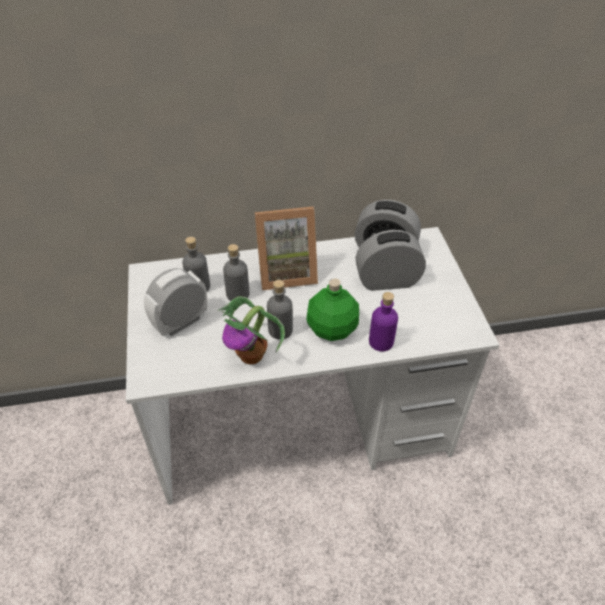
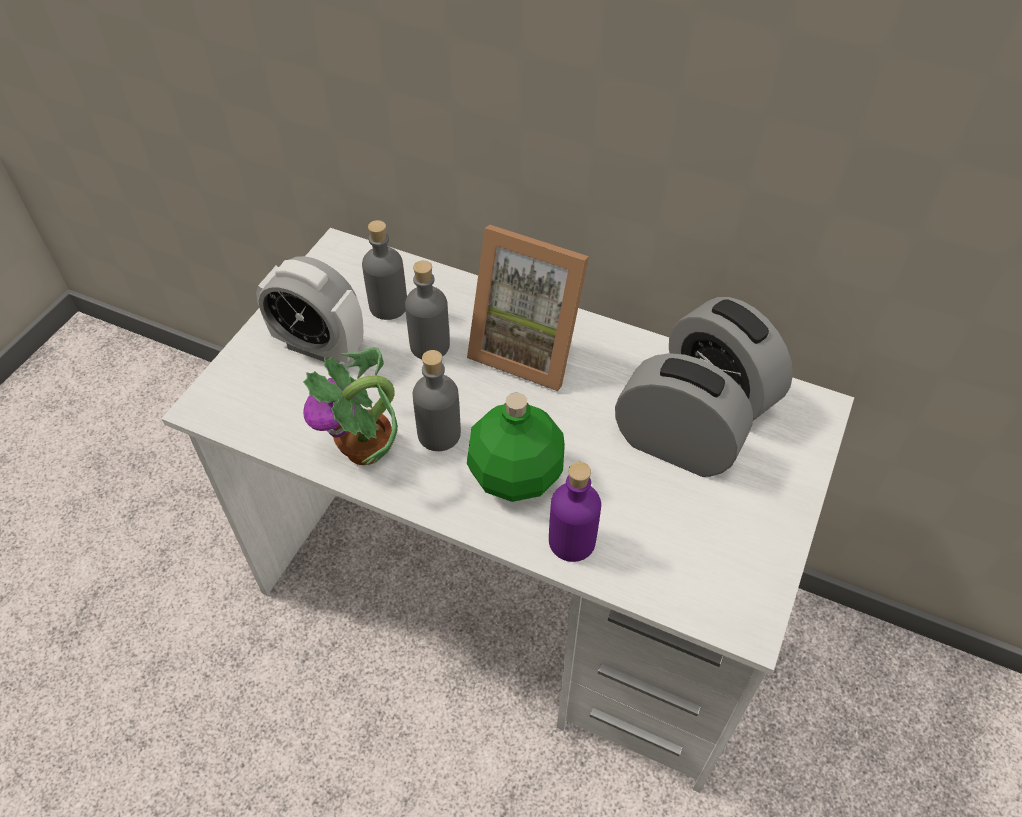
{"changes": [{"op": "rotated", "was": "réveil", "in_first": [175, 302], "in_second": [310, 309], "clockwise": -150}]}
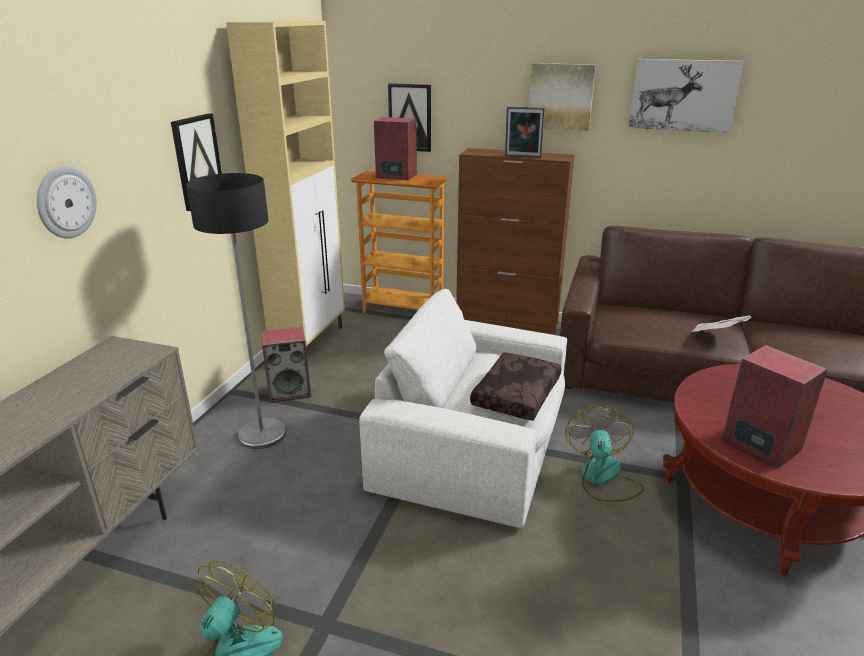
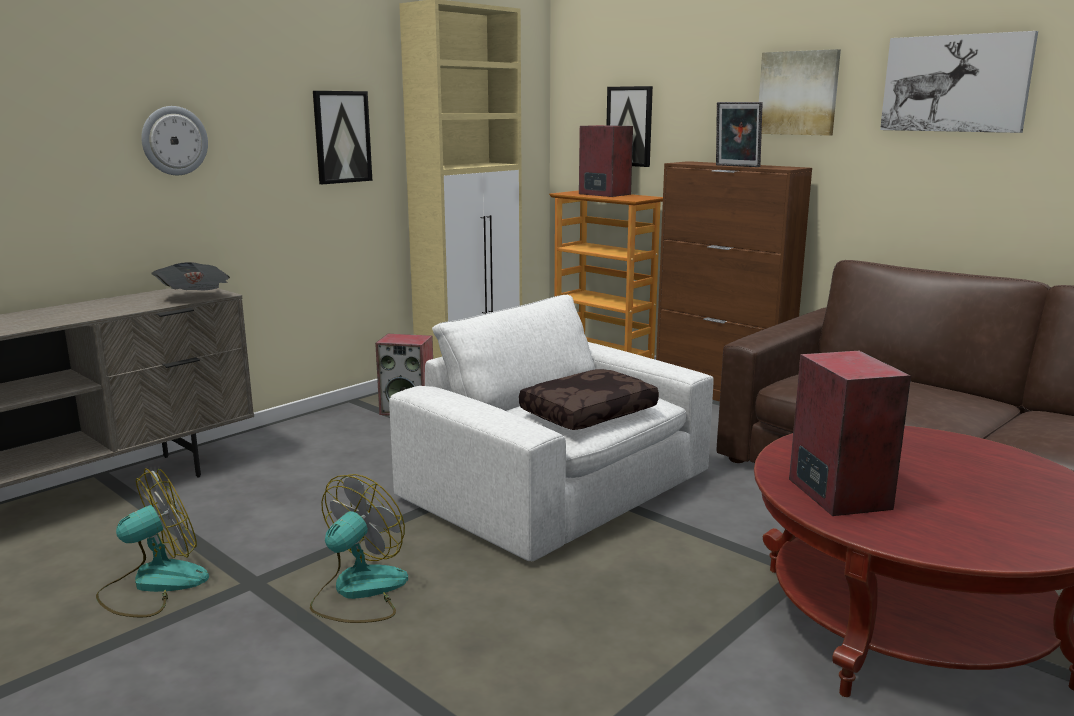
{"changes": [{"op": "shifted", "was": "journal", "in_first": [721, 323], "in_second": [190, 276]}, {"op": "shifted", "was": "ventilateur", "in_first": [604, 453], "in_second": [359, 548]}, {"op": "gone", "was": "lampadaire", "in_first": [236, 311]}]}
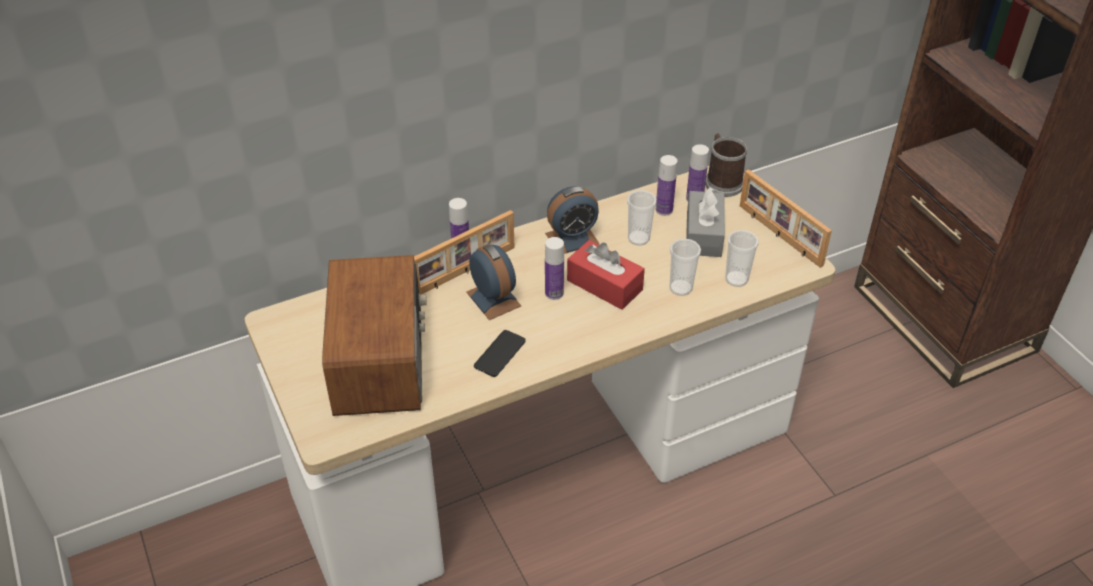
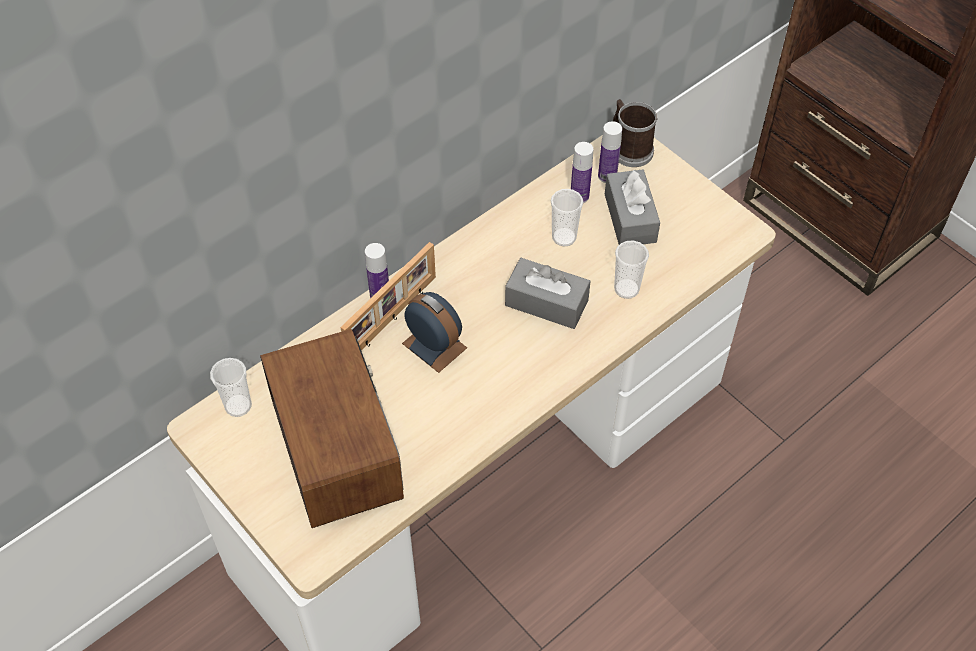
{"changes": [{"op": "shifted", "was": "tasse", "in_first": [742, 258], "in_second": [231, 387]}, {"op": "repainted", "was": "boîte à mouchoirs [rouge]", "now": "boîte à mouchoirs [gris]", "in_first": [606, 275], "in_second": [548, 293]}, {"op": "gone", "was": "téléphone", "in_first": [500, 353]}, {"op": "gone", "was": "réveil", "in_first": [572, 220]}, {"op": "gone", "was": "bouteille", "in_first": [554, 268]}, {"op": "gone", "was": "cadre photo", "in_first": [786, 218]}]}
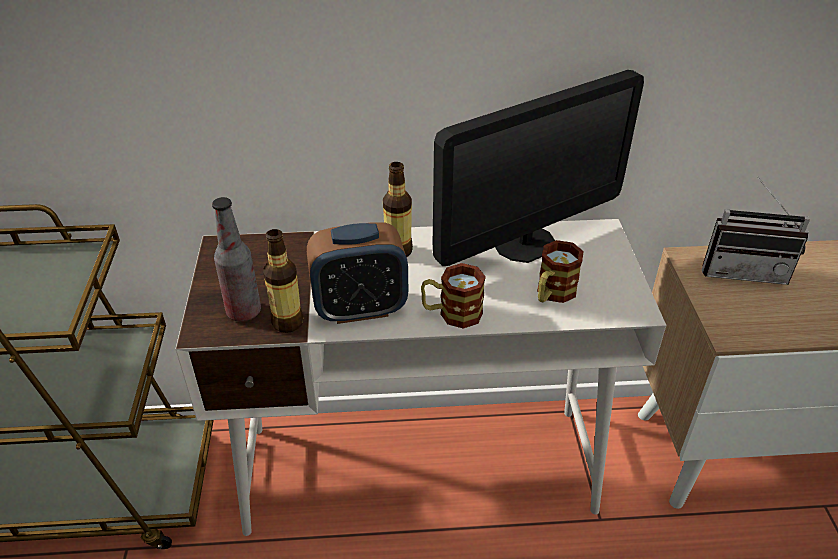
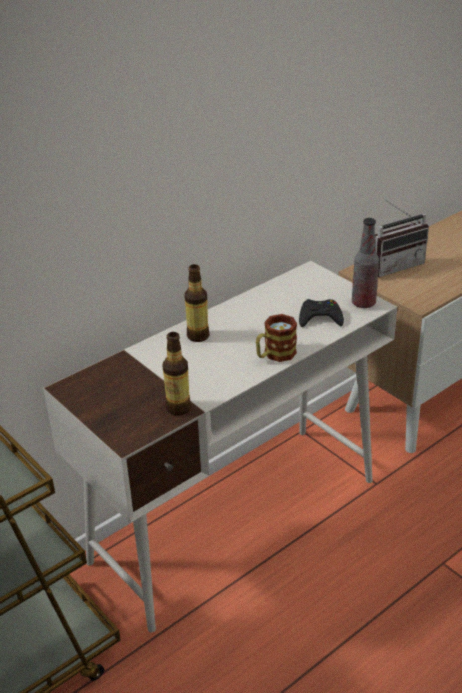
{"changes": [{"op": "swapped", "was": "mug", "now": "manette [noir]", "in_first": [560, 271], "in_second": [321, 313]}, {"op": "shifted", "was": "bouteille", "in_first": [236, 259], "in_second": [365, 263]}, {"op": "gone", "was": "réveil", "in_first": [357, 273]}, {"op": "gone", "was": "écran d'ordinateur", "in_first": [538, 168]}]}
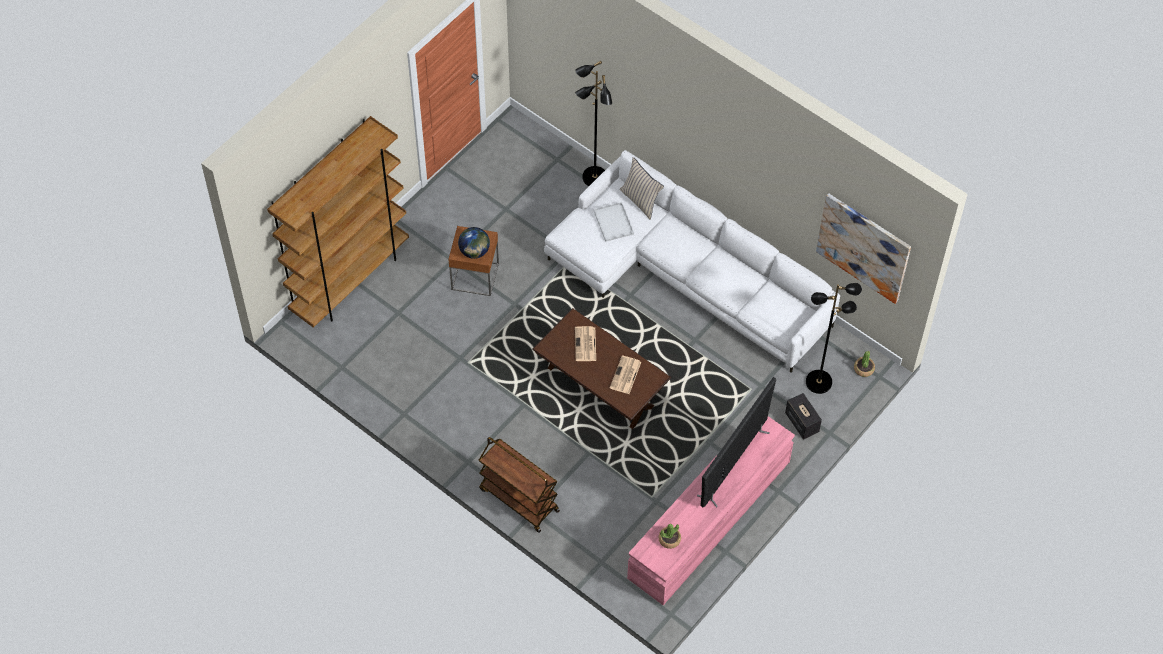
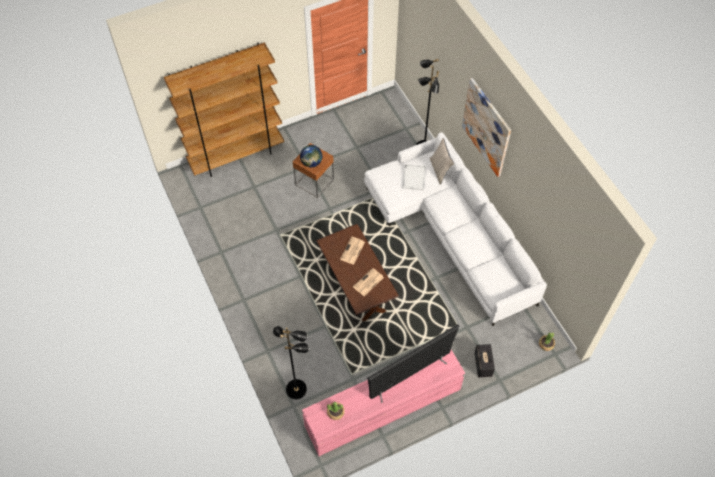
{"changes": [{"op": "shifted", "was": "lampadaire [noir]", "in_first": [834, 338], "in_second": [291, 362]}, {"op": "shifted", "was": "tableau", "in_first": [863, 248], "in_second": [486, 127]}, {"op": "gone", "was": "chariot [marron]", "in_first": [519, 485]}]}
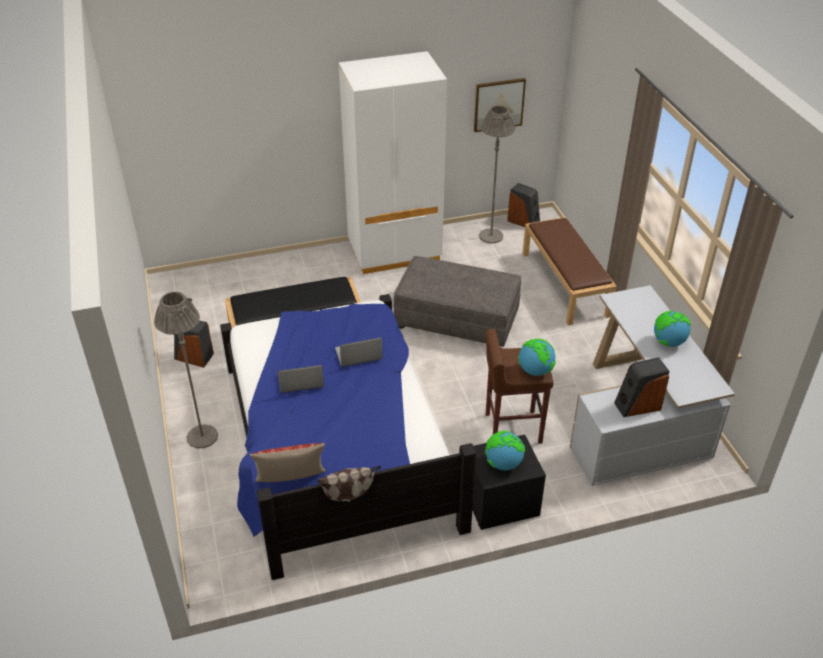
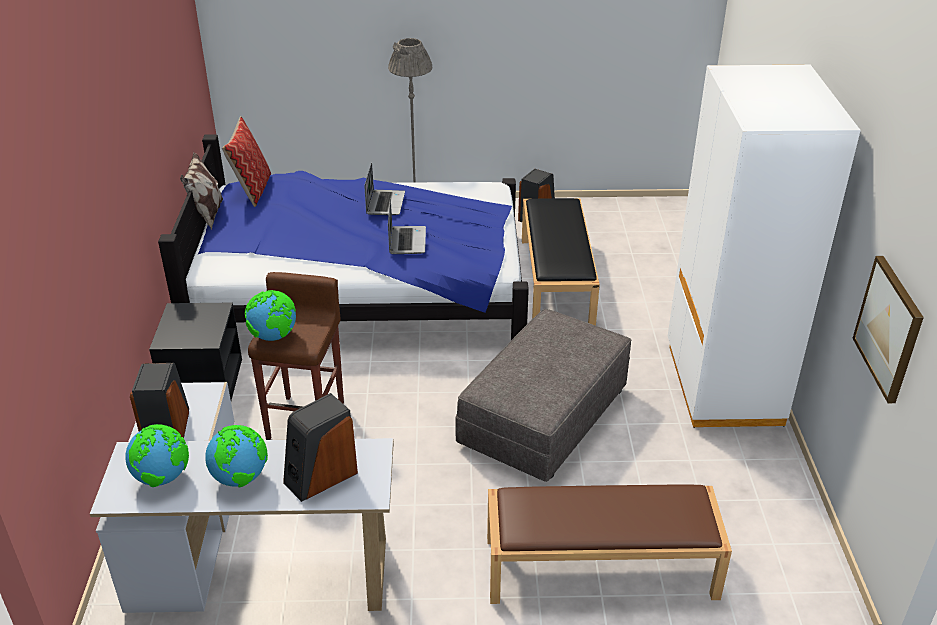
{"changes": [{"op": "shifted", "was": "globe", "in_first": [505, 450], "in_second": [157, 455]}, {"op": "shifted", "was": "enceinte", "in_first": [523, 205], "in_second": [320, 447]}, {"op": "gone", "was": "lampadaire [gris]", "in_first": [497, 174]}]}
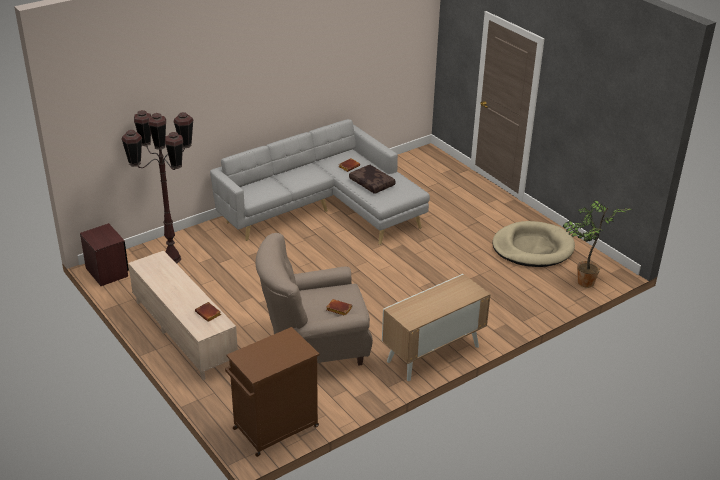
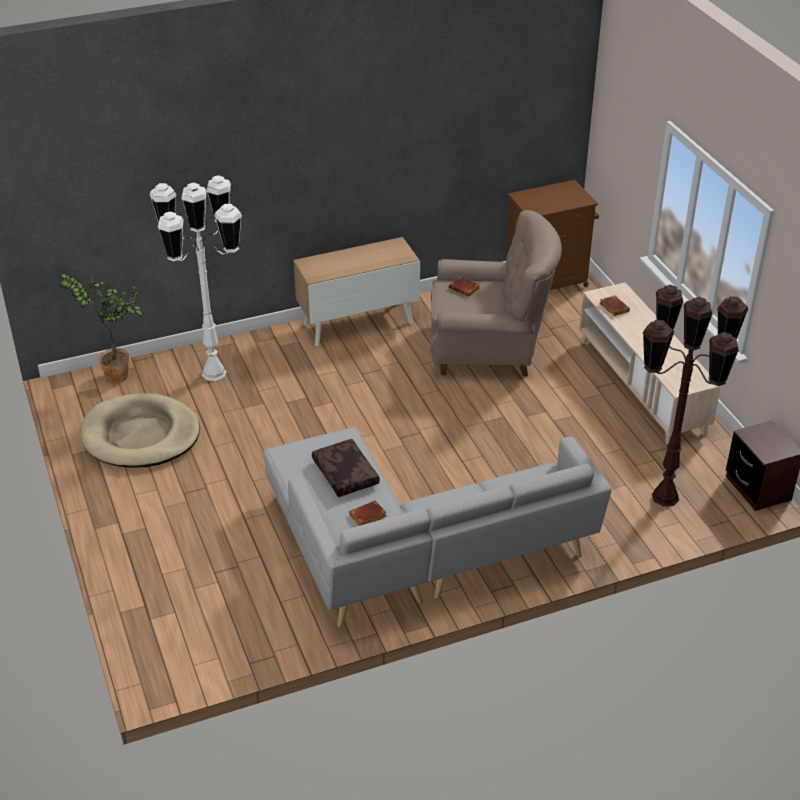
{"changes": [{"op": "new", "now": "lampadaire [blanc]", "in_second": [196, 278]}]}
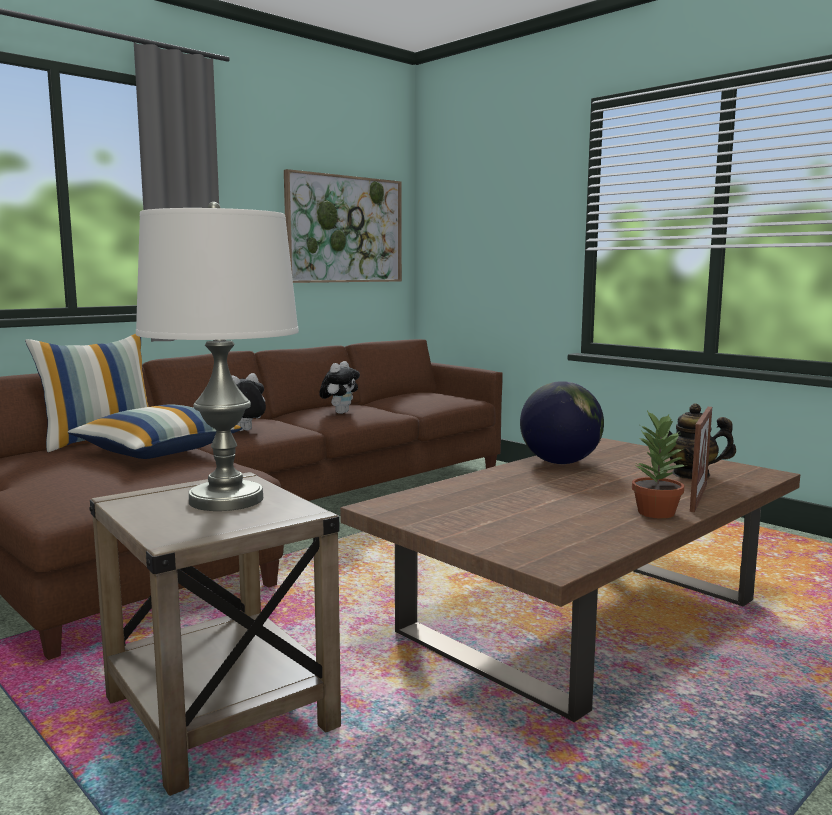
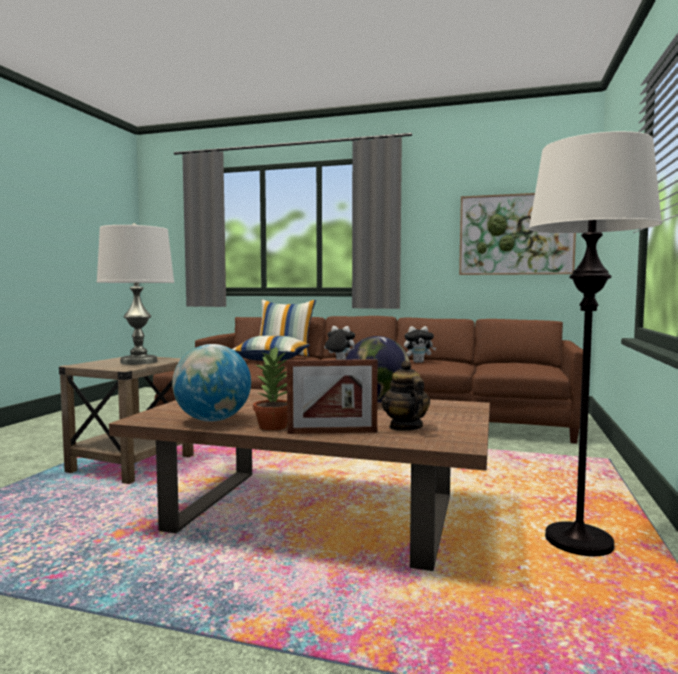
{"changes": [{"op": "new", "now": "globe", "in_second": [211, 383]}, {"op": "new", "now": "lampadaire [blanc]", "in_second": [595, 343]}]}
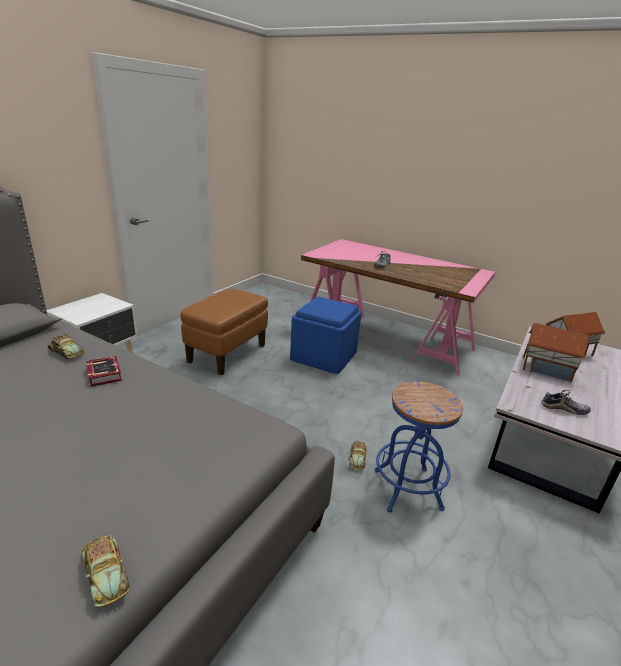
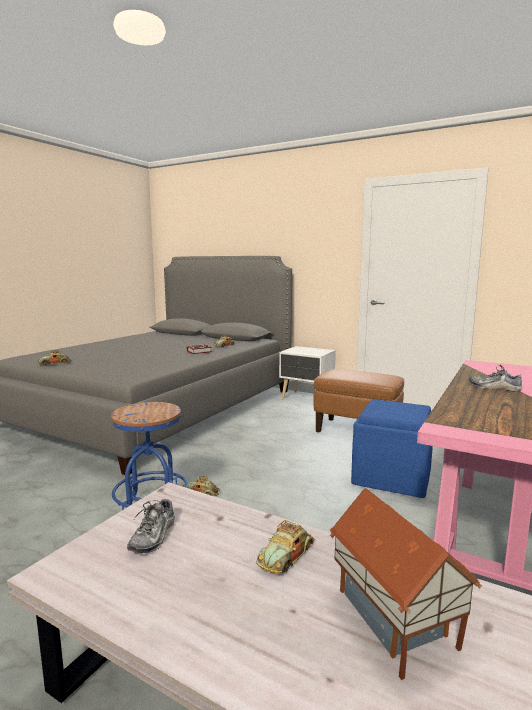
{"changes": [{"op": "swapped", "was": "maison miniature", "now": "petite voiture", "in_first": [556, 353], "in_second": [285, 547]}]}
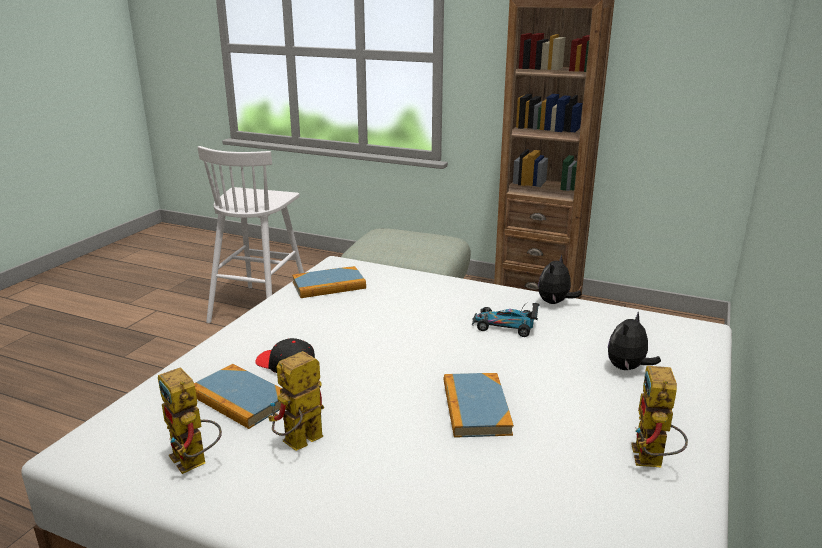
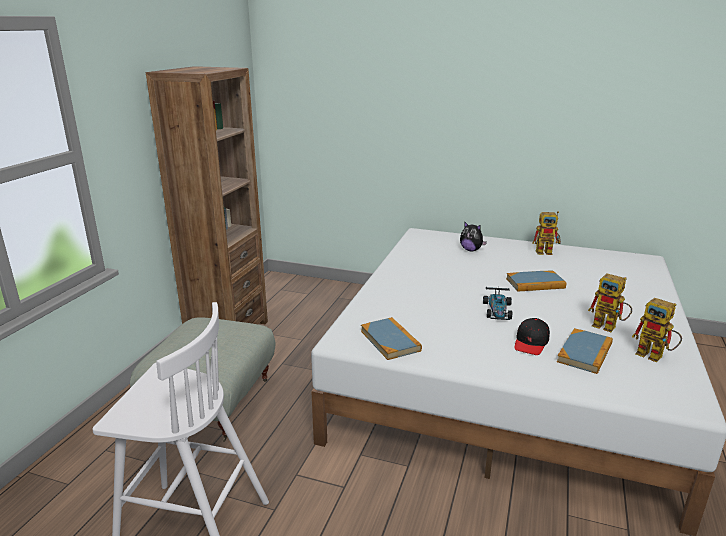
{"changes": [{"op": "shifted", "was": "petite voiture", "in_first": [505, 320], "in_second": [497, 303]}, {"op": "rotated", "was": "robot jouet", "in_first": [190, 420], "in_second": [657, 330], "clockwise": 90}, {"op": "gone", "was": "peluche", "in_first": [560, 279]}]}
